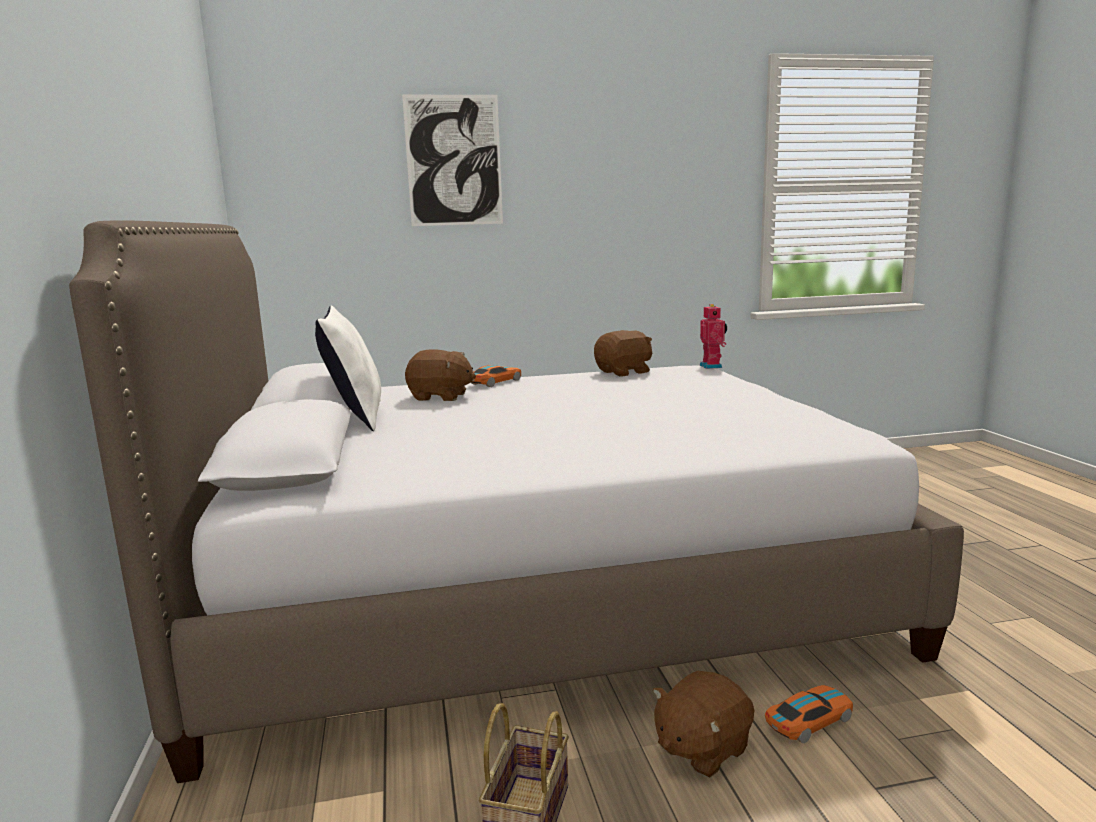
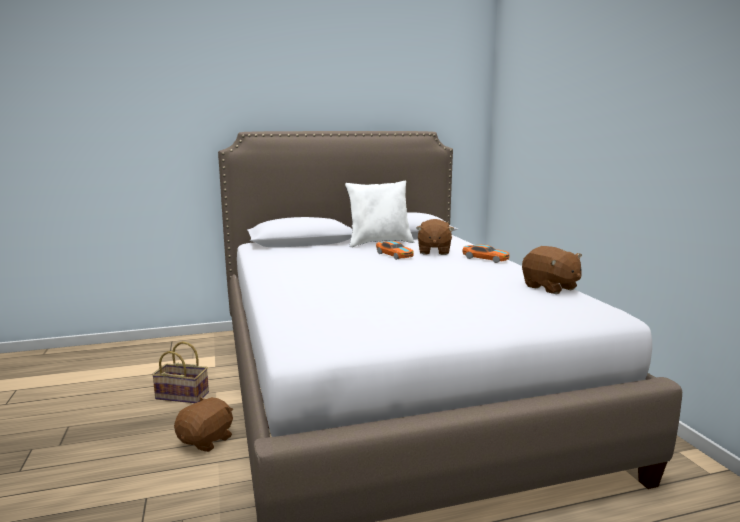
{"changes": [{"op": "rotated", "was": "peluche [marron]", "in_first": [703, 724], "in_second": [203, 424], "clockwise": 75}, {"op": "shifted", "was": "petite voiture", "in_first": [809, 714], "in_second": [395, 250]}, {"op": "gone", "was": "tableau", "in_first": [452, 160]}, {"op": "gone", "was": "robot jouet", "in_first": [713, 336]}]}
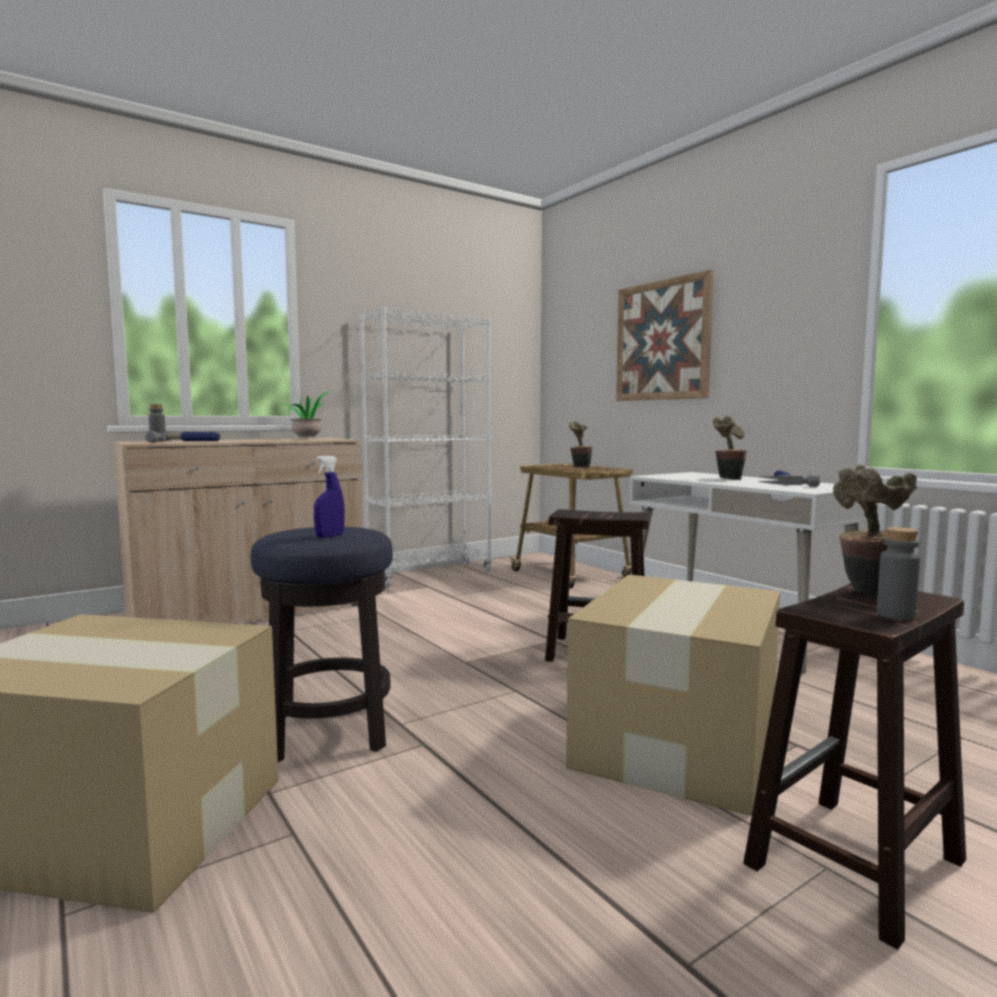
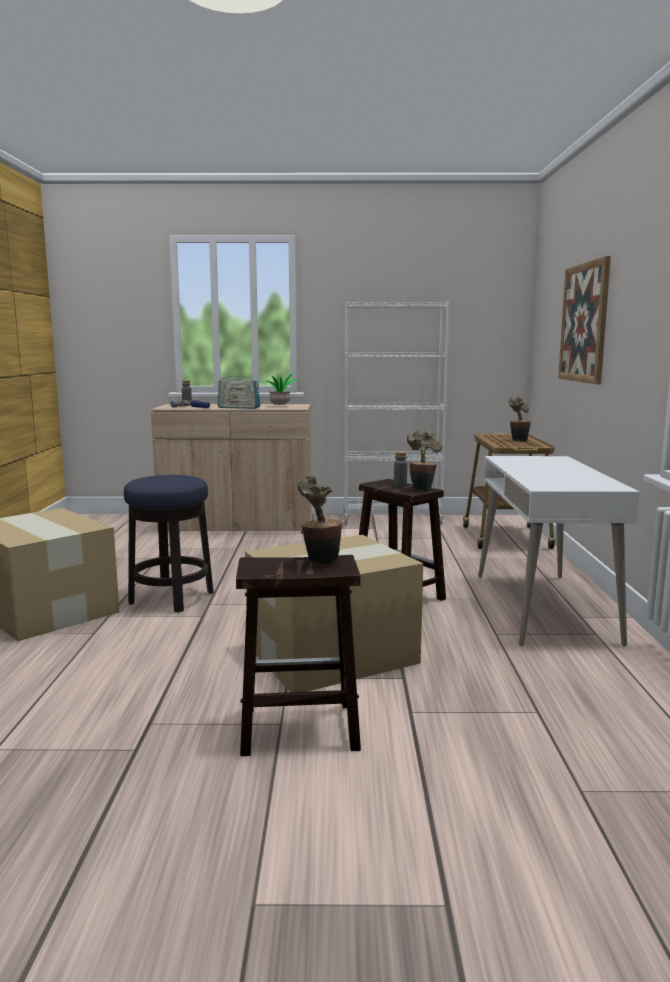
{"changes": [{"op": "new", "now": "radio", "in_second": [239, 390]}, {"op": "shifted", "was": "bouteille [gris]", "in_first": [898, 573], "in_second": [400, 469]}, {"op": "shifted", "was": "plante en pot", "in_first": [730, 448], "in_second": [425, 461]}, {"op": "gone", "was": "vaporisateur [bleu]", "in_first": [329, 497]}, {"op": "gone", "was": "marteau", "in_first": [789, 478]}]}
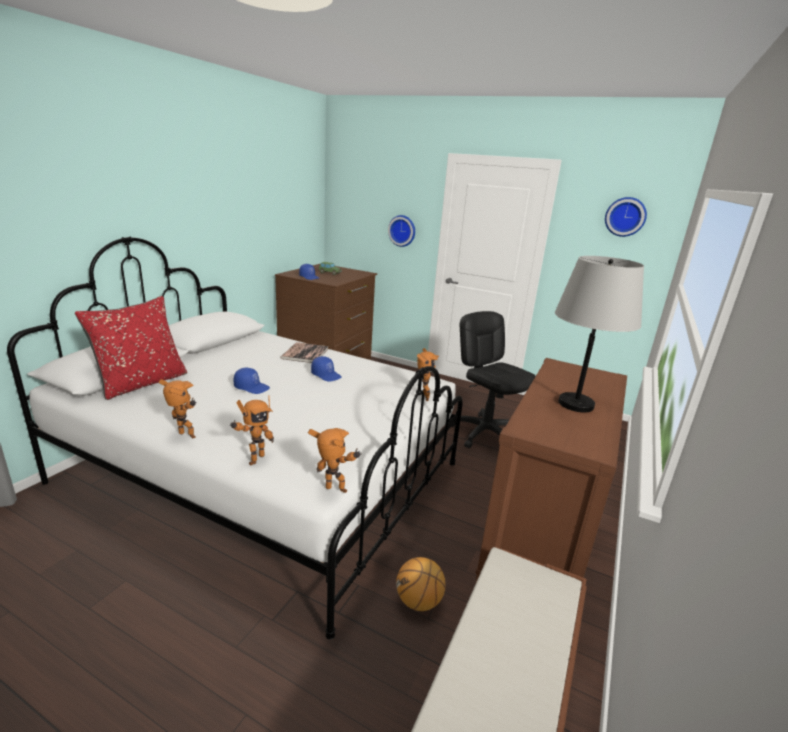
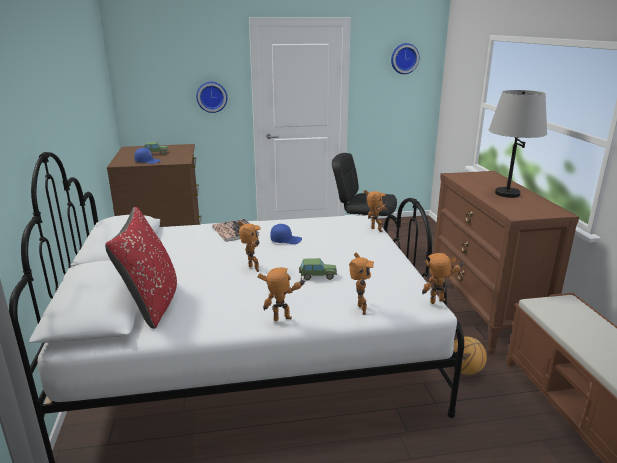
{"changes": [{"op": "swapped", "was": "casquette [bleu]", "now": "robot jouet", "in_first": [252, 381], "in_second": [249, 246]}, {"op": "new", "now": "petite voiture", "in_second": [318, 269]}]}
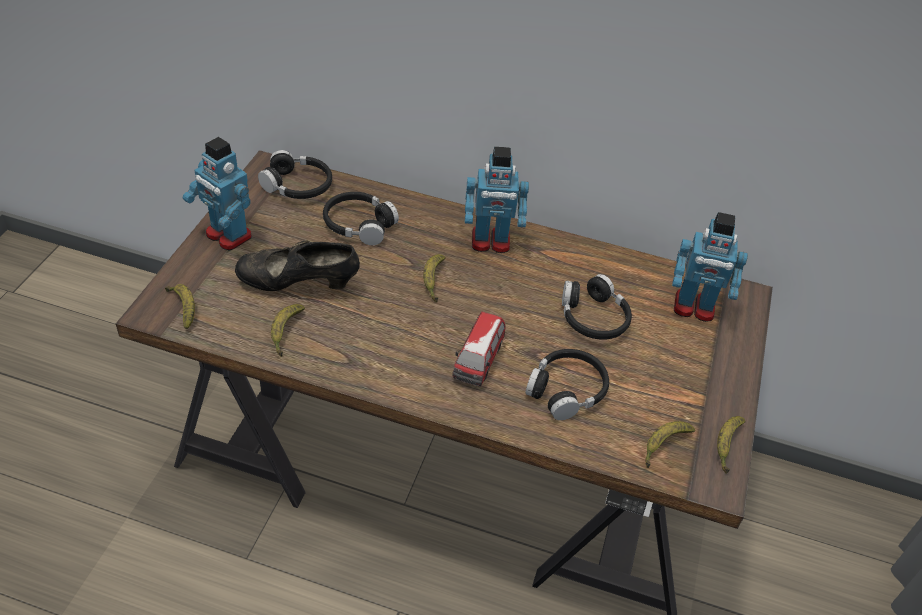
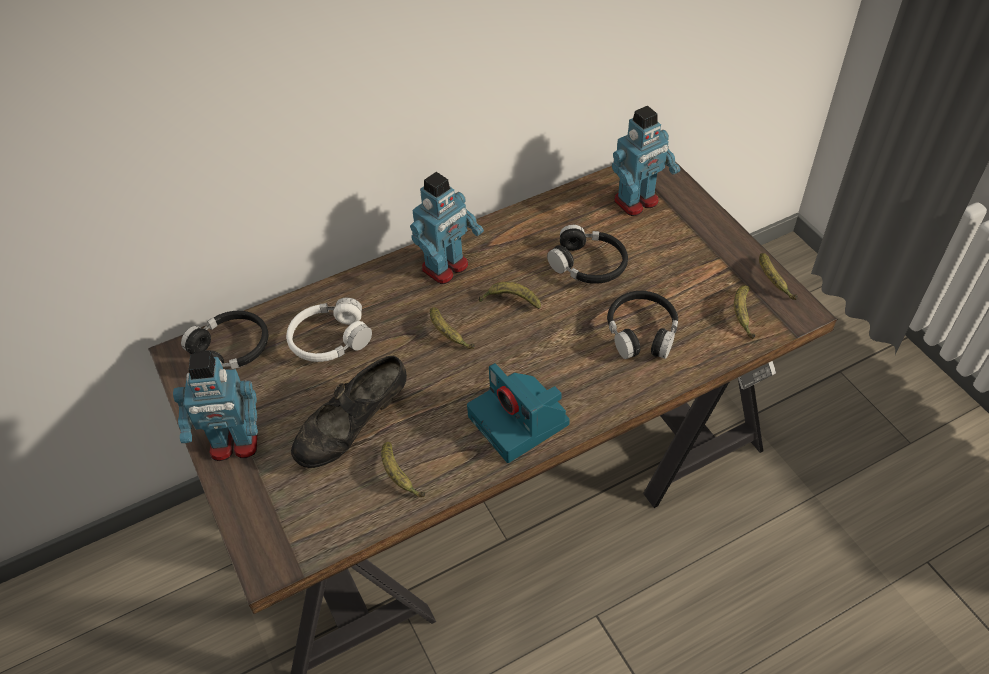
{"changes": [{"op": "repainted", "was": "casque audio [noir]", "now": "casque audio [blanc]", "in_first": [361, 218], "in_second": [329, 330]}, {"op": "new", "now": "appareil photo", "in_second": [518, 413]}, {"op": "shifted", "was": "banane", "in_first": [180, 306], "in_second": [509, 295]}, {"op": "gone", "was": "petite voiture", "in_first": [479, 349]}]}
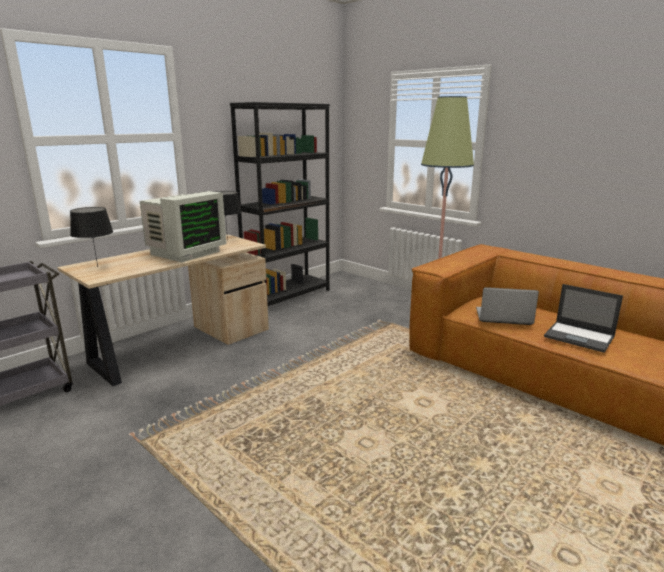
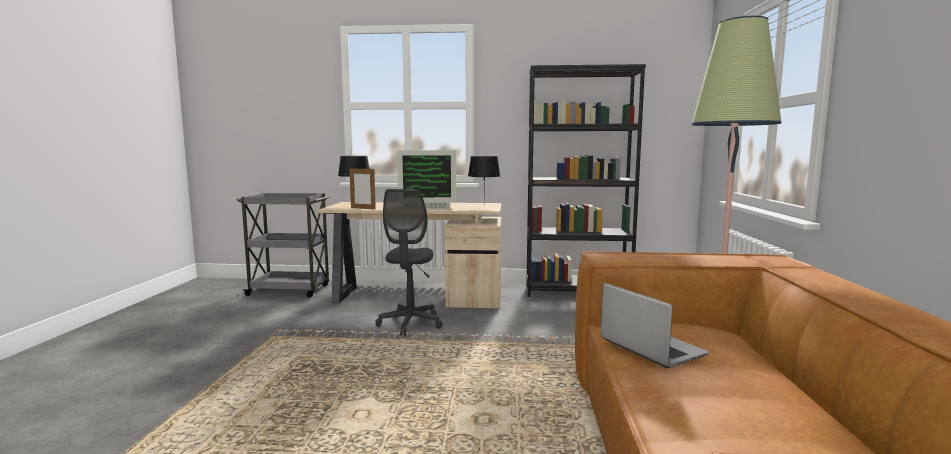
{"changes": [{"op": "new", "now": "cadre photo", "in_second": [362, 189]}, {"op": "new", "now": "chaise de bureau [gris]", "in_second": [409, 262]}, {"op": "gone", "was": "ordinateur portable", "in_first": [583, 318]}]}
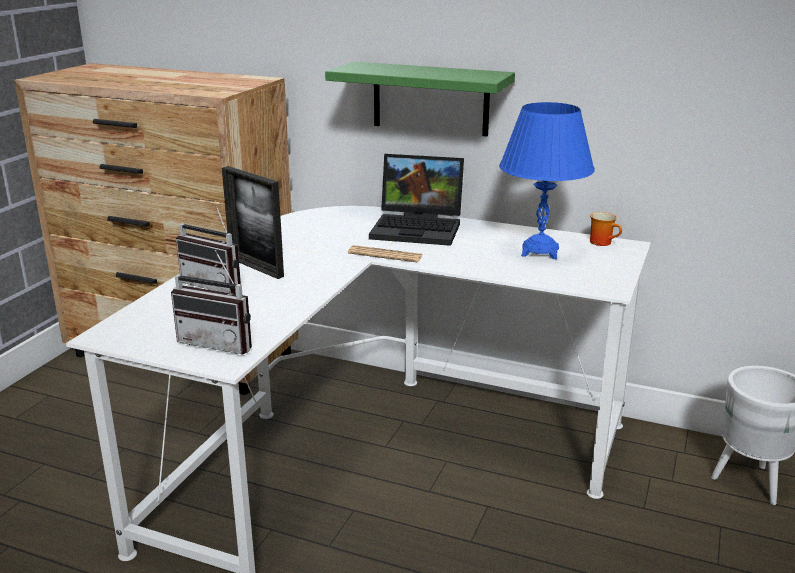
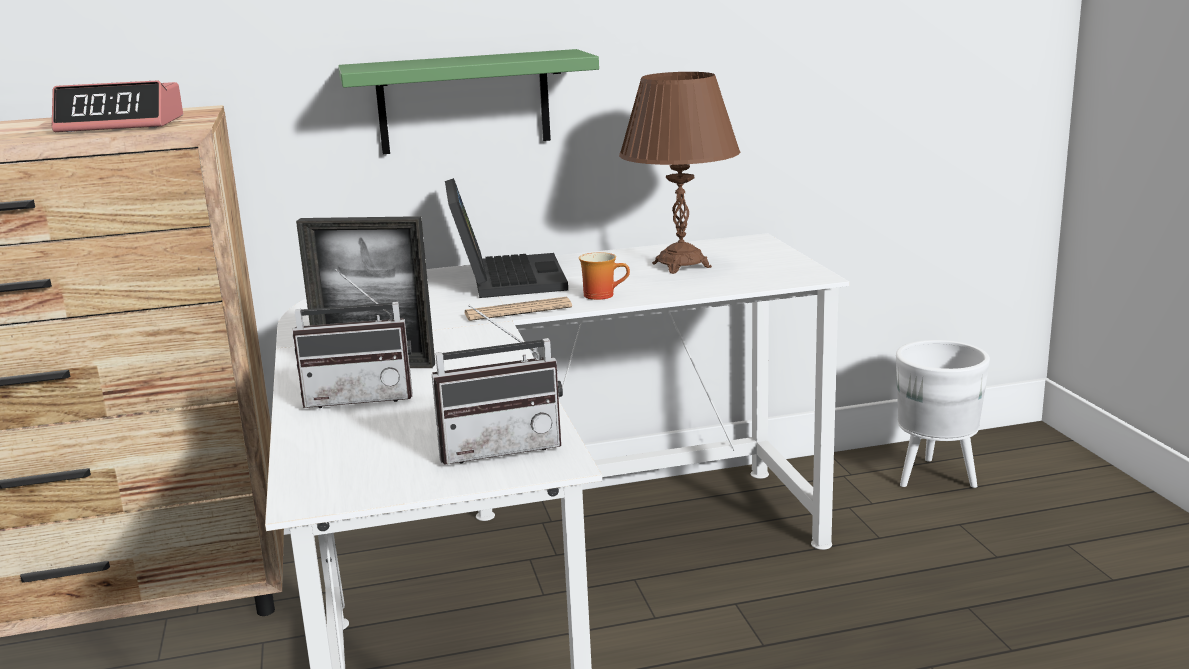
{"changes": [{"op": "new", "now": "réveil", "in_second": [117, 106]}, {"op": "rotated", "was": "ordinateur portable", "in_first": [416, 200], "in_second": [506, 238], "clockwise": -75}, {"op": "shifted", "was": "mug", "in_first": [606, 229], "in_second": [604, 276]}, {"op": "repainted", "was": "lampe de table [bleu]", "now": "lampe de table [marron]", "in_first": [547, 180], "in_second": [680, 173]}]}
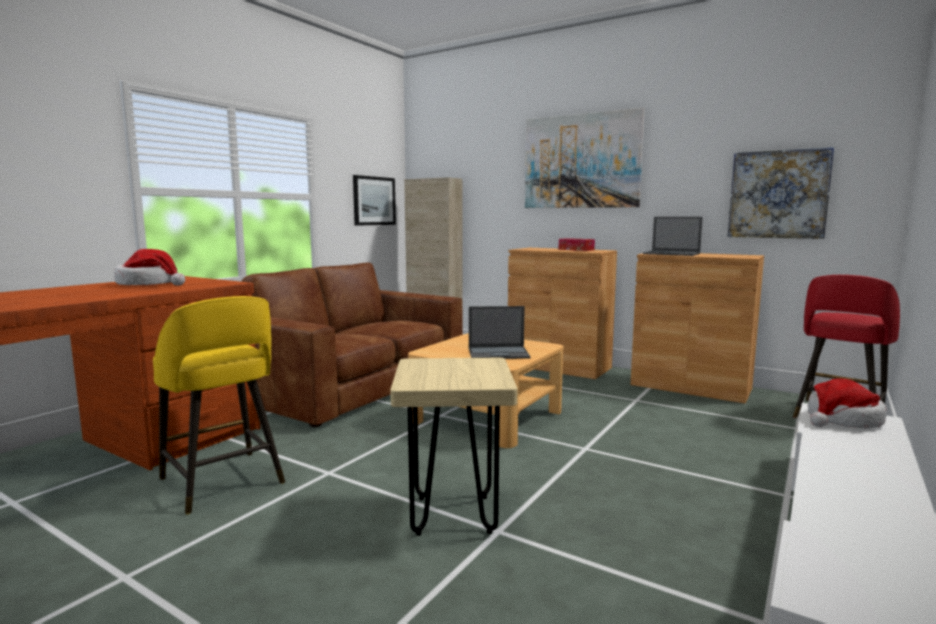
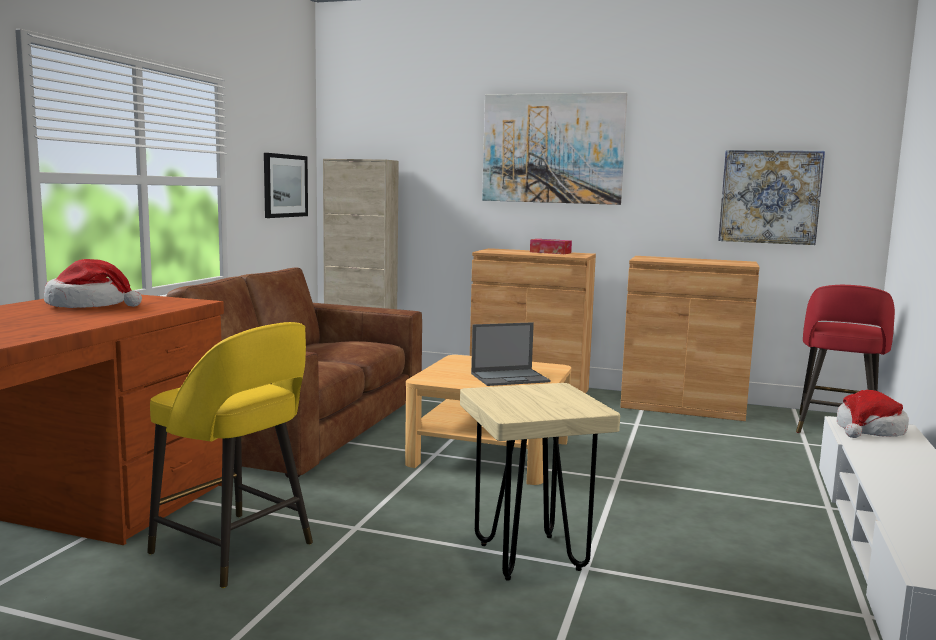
{"changes": [{"op": "gone", "was": "ordinateur portable", "in_first": [673, 236]}]}
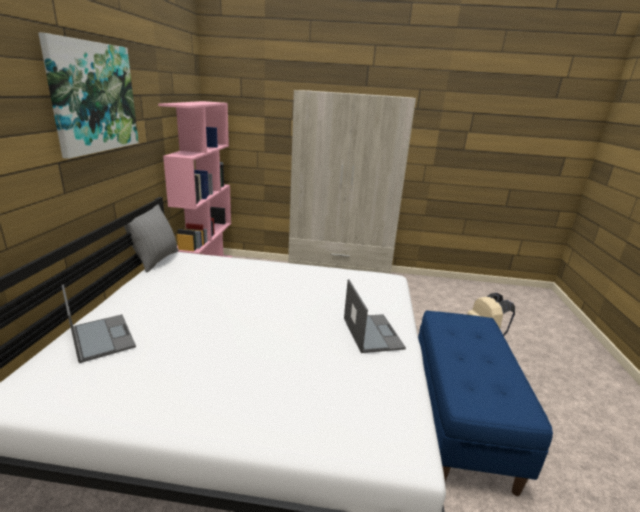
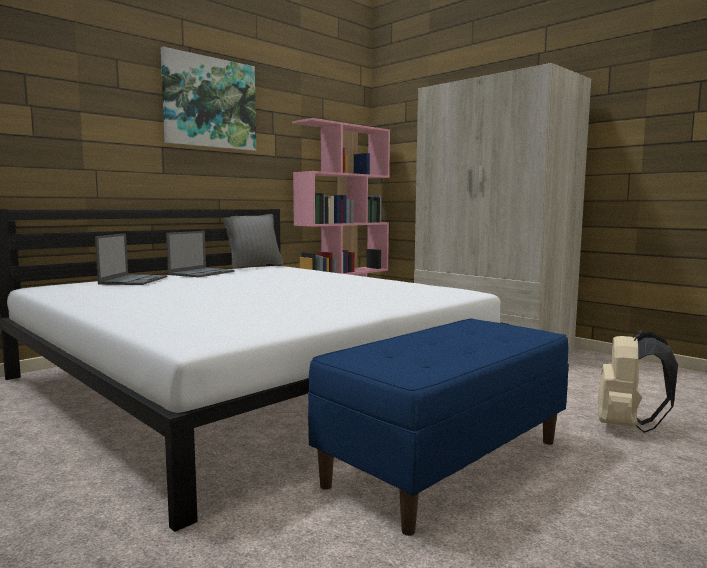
{"changes": [{"op": "shifted", "was": "ordinateur portable", "in_first": [375, 316], "in_second": [200, 254]}]}
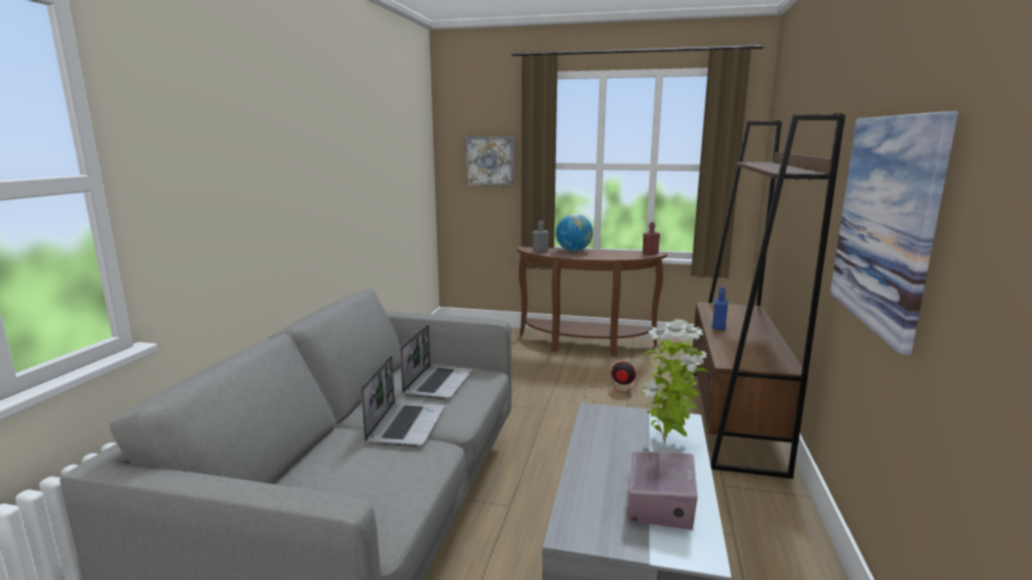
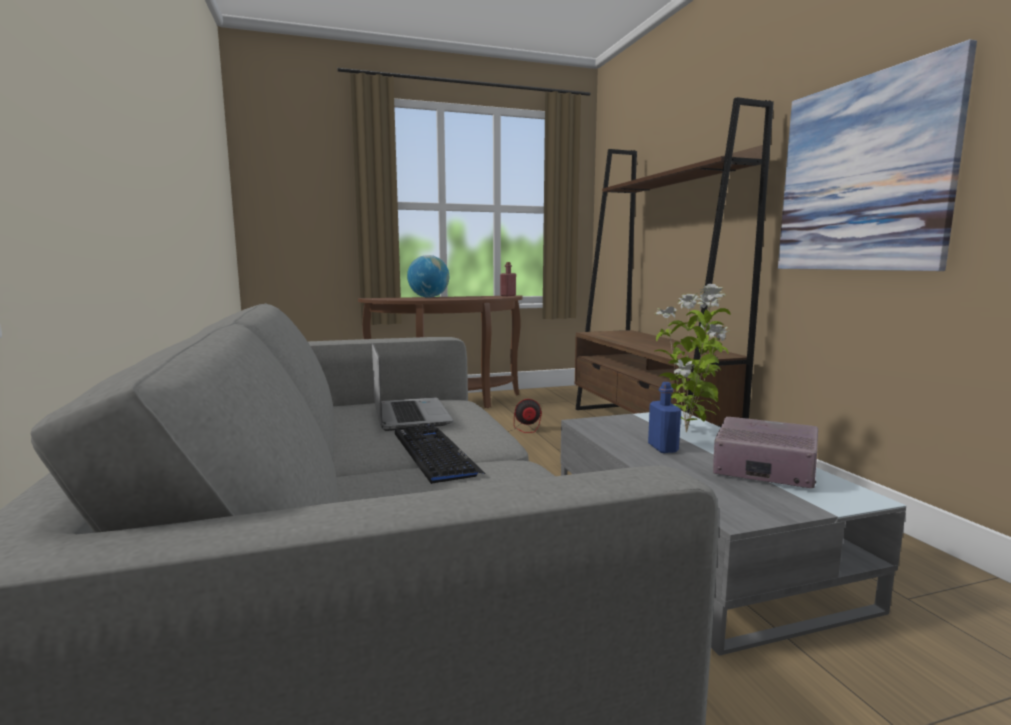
{"changes": [{"op": "swapped", "was": "ordinateur portable", "now": "clavier", "in_first": [403, 401], "in_second": [440, 454]}, {"op": "shifted", "was": "bouteille [bleu]", "in_first": [720, 308], "in_second": [664, 417]}, {"op": "rotated", "was": "radio", "in_first": [662, 490], "in_second": [765, 452], "clockwise": -45}, {"op": "gone", "was": "tableau", "in_first": [489, 161]}, {"op": "gone", "was": "bouteille [gris]", "in_first": [541, 236]}]}
